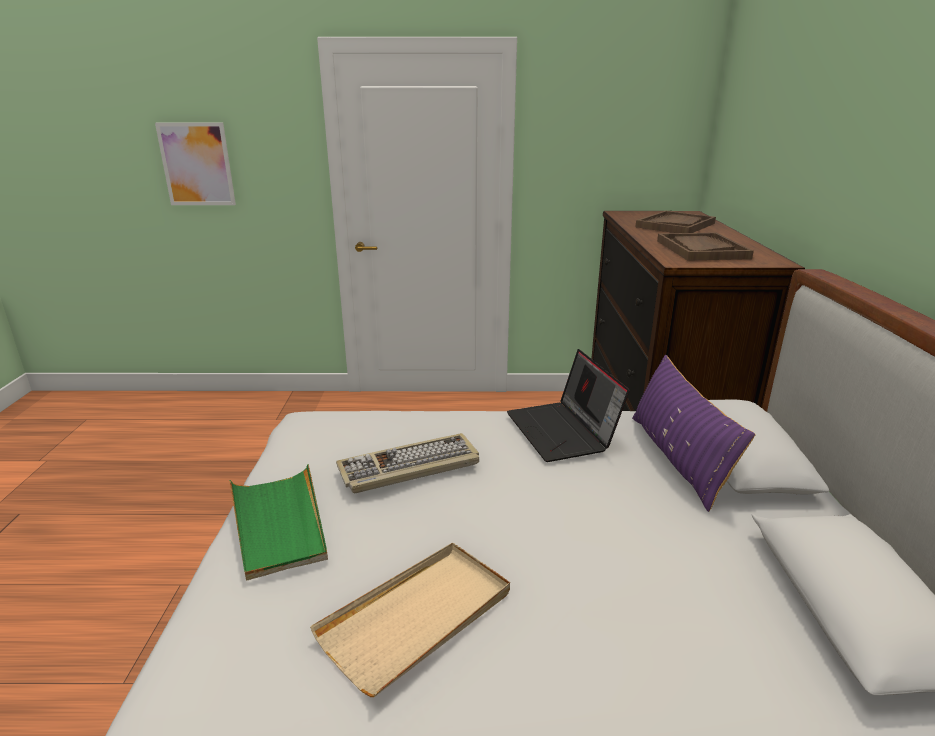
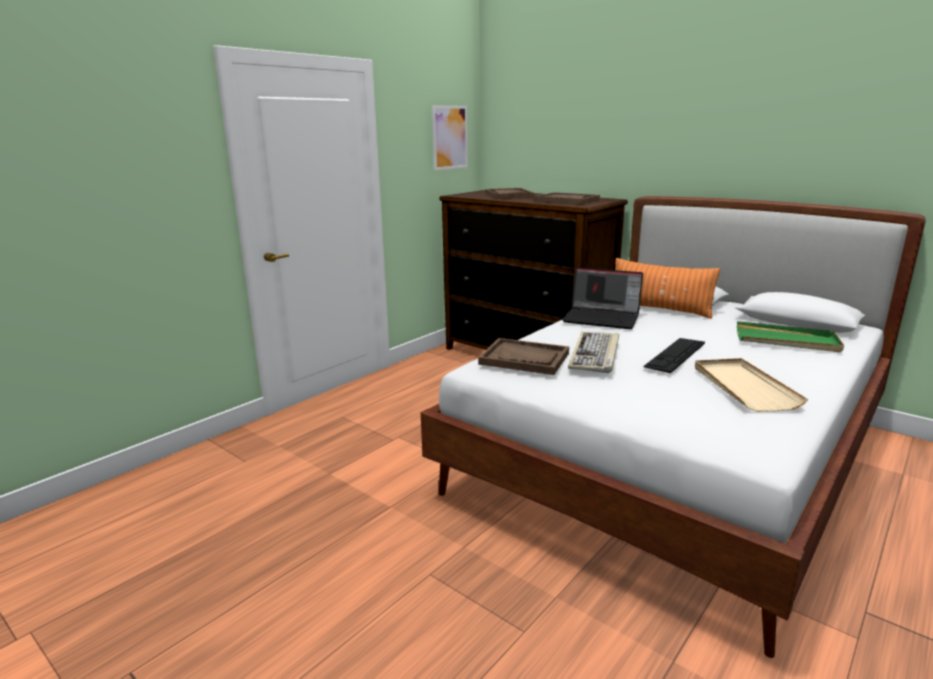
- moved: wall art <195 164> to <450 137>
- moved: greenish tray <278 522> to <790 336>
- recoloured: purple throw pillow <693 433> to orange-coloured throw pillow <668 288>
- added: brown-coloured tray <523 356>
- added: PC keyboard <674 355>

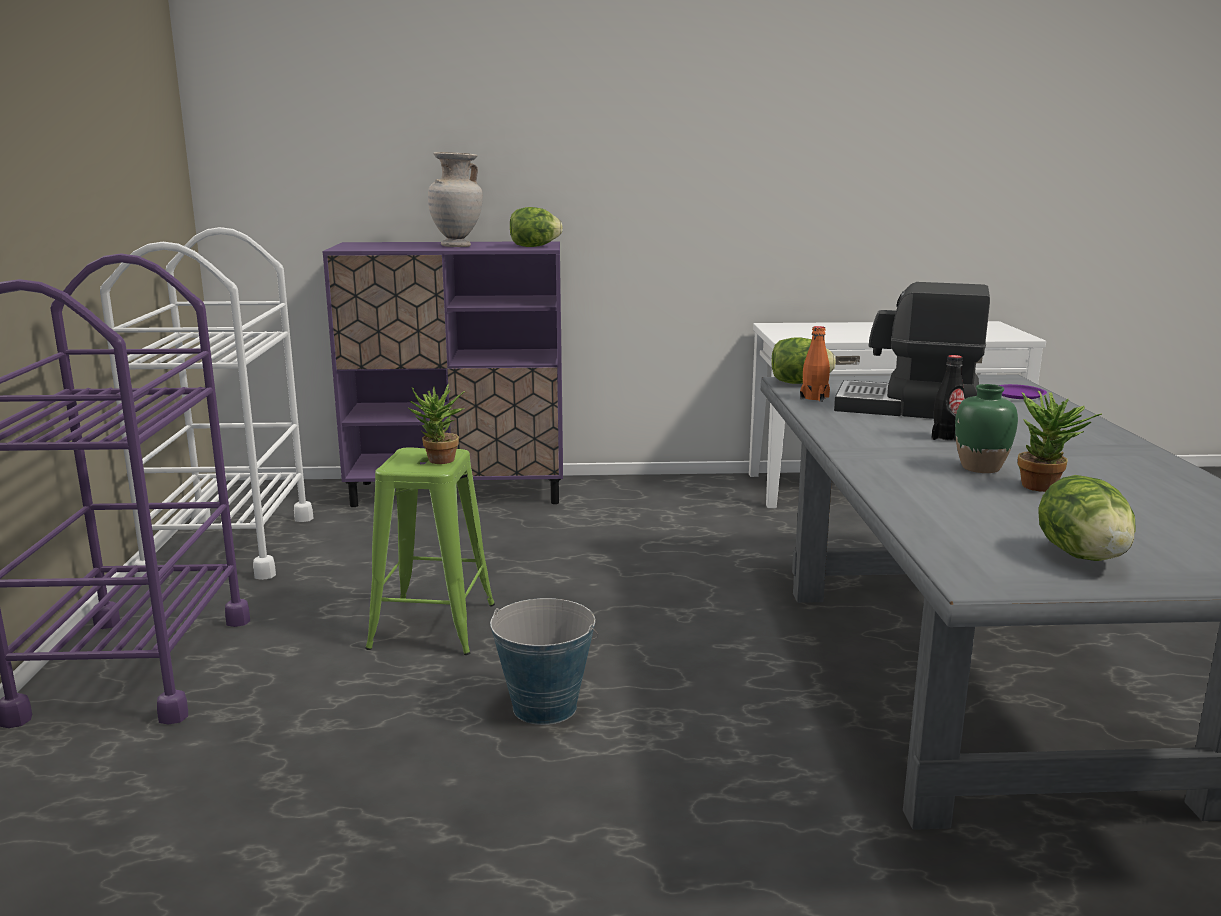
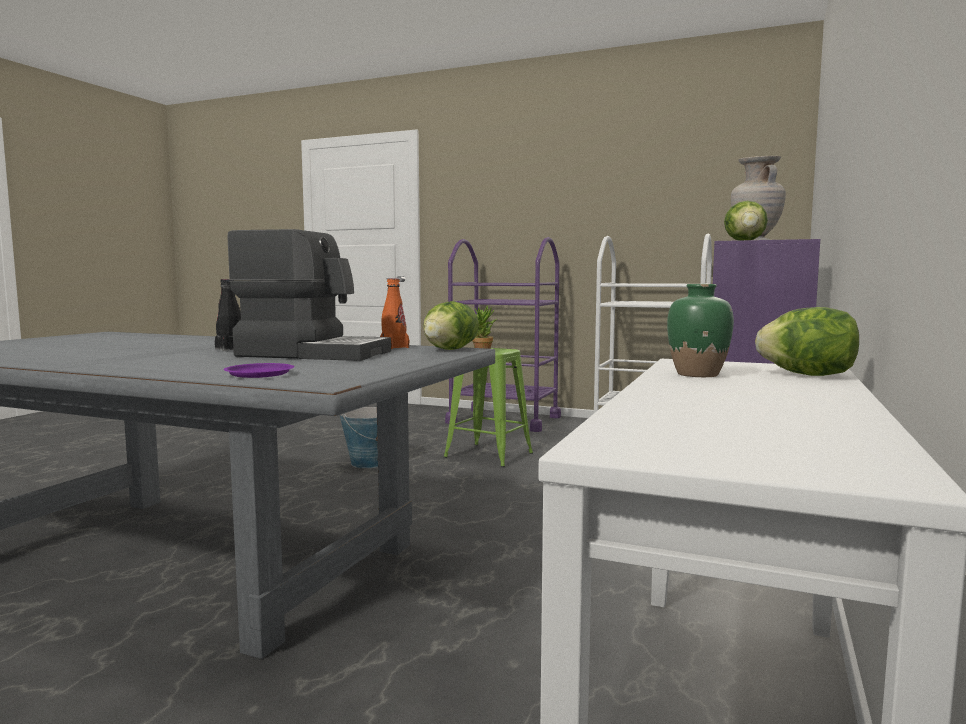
- turned: coffee brewer <912 350> = <309 295> 60 degrees clockwise
- moved: greenish vase <986 428> to <700 330>
- removed: plant in a pot <1060 441>
- moved: lettuce <1087 518> to <807 341>

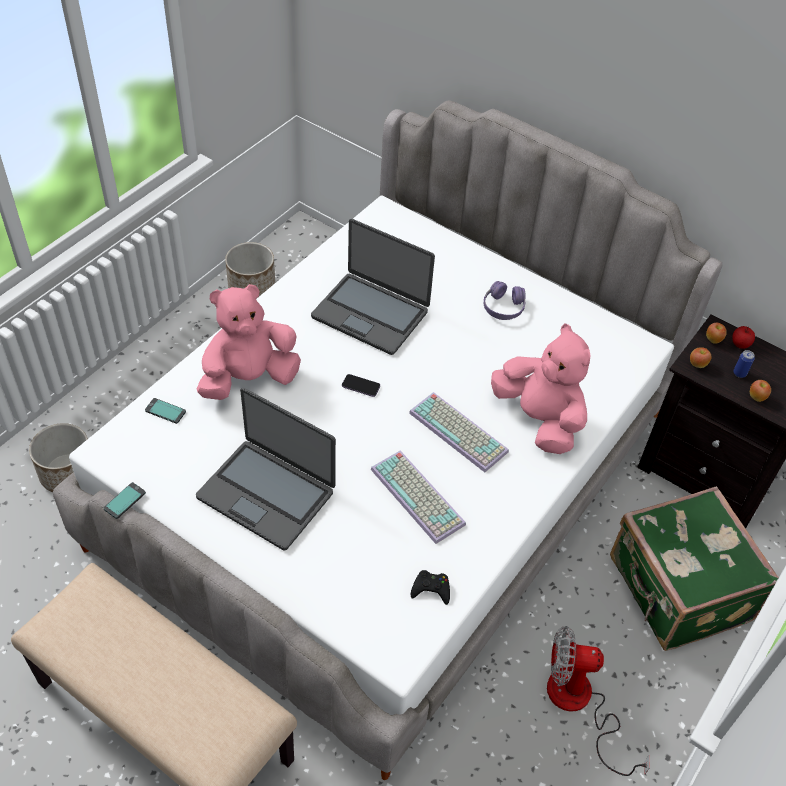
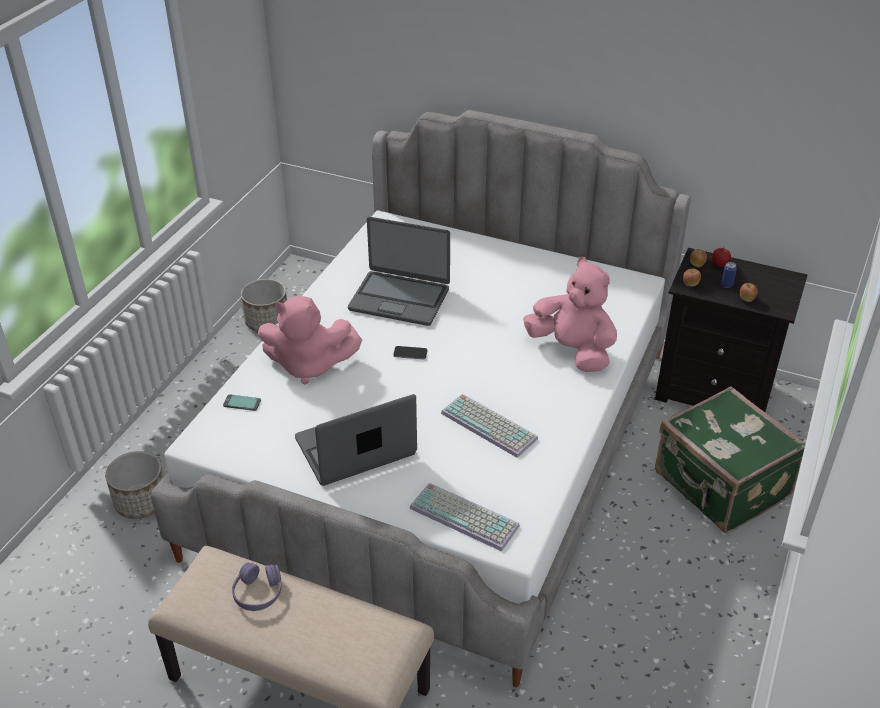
- removed: telephone <125 500>
- turned: laptop <266 469> = <356 440> 135 degrees clockwise
- turned: pinkish soft toy <249 342> = <310 340> 135 degrees counterclockwise
- moved: PC keyboard <459 432> to <465 517>
- removed: blackish joypad <430 587>
- moved: purple pair of headphones <505 300> to <256 586>
- removed: fan <598 701>

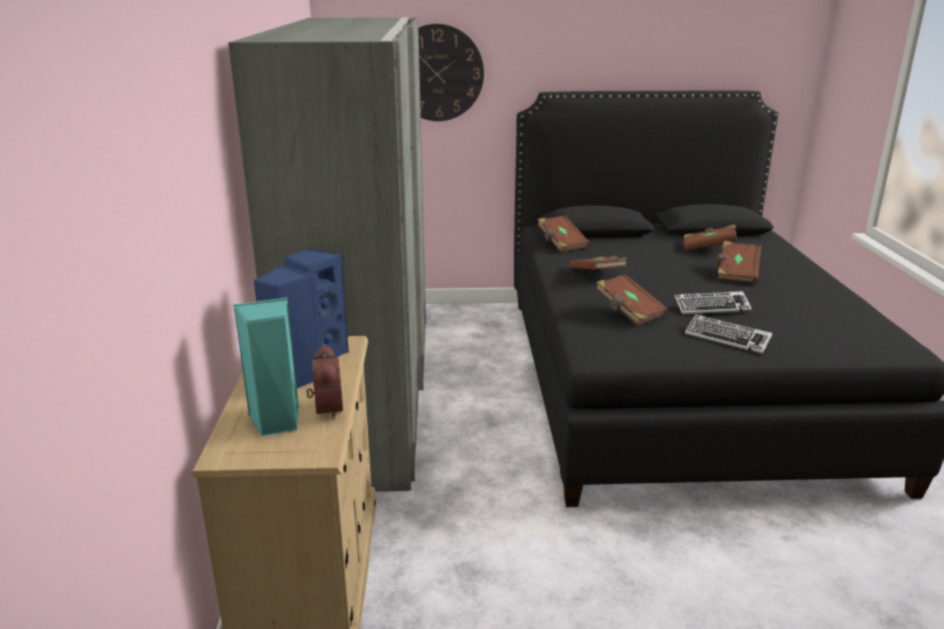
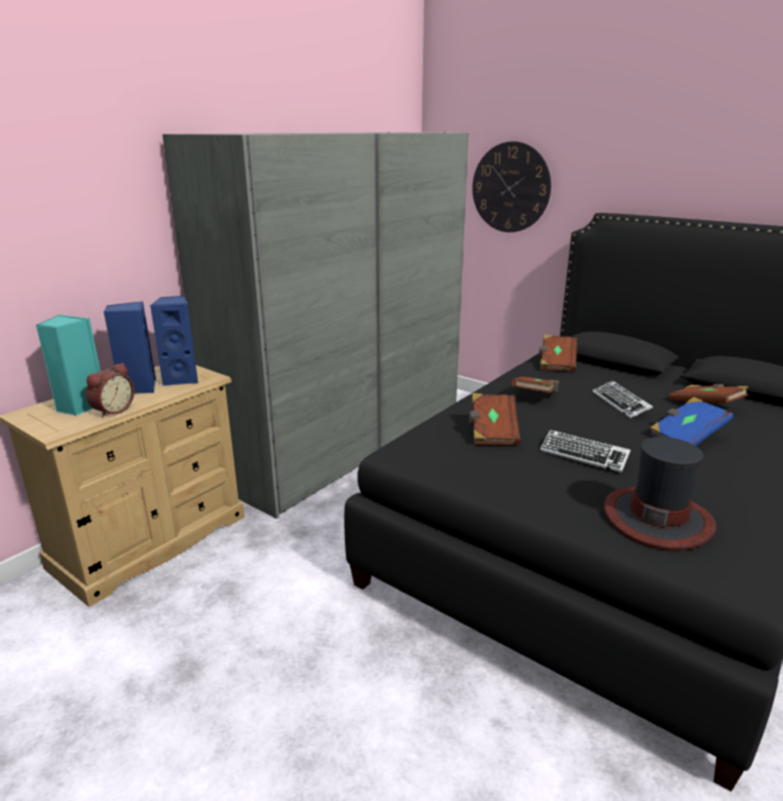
- moved: PC keyboard <728 334> to <622 399>
- recoloured: brown-coloured volume <739 262> to blue-coloured volume <691 421>
- added: hat <660 493>

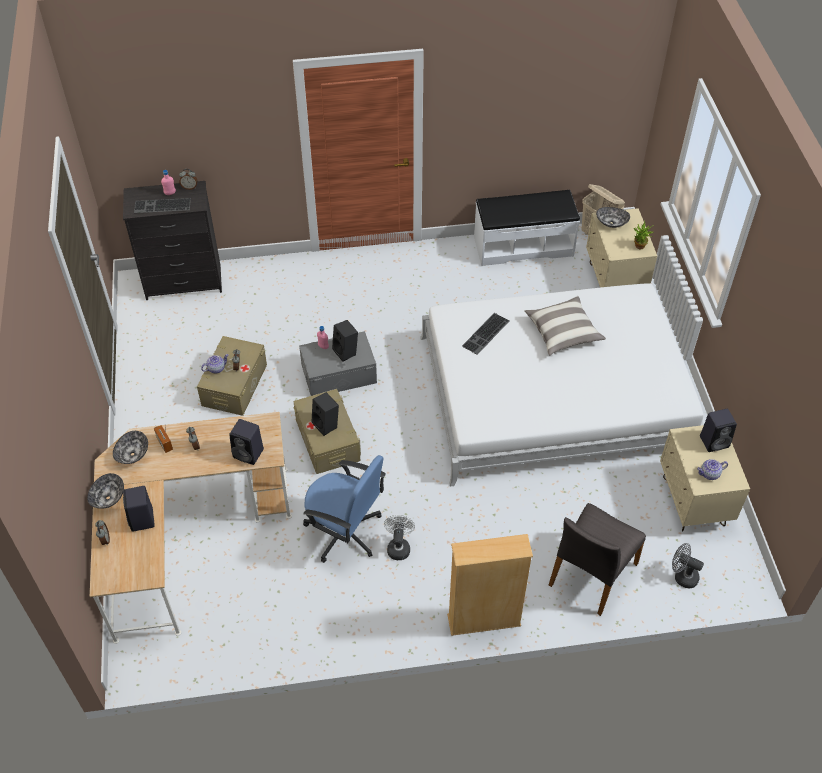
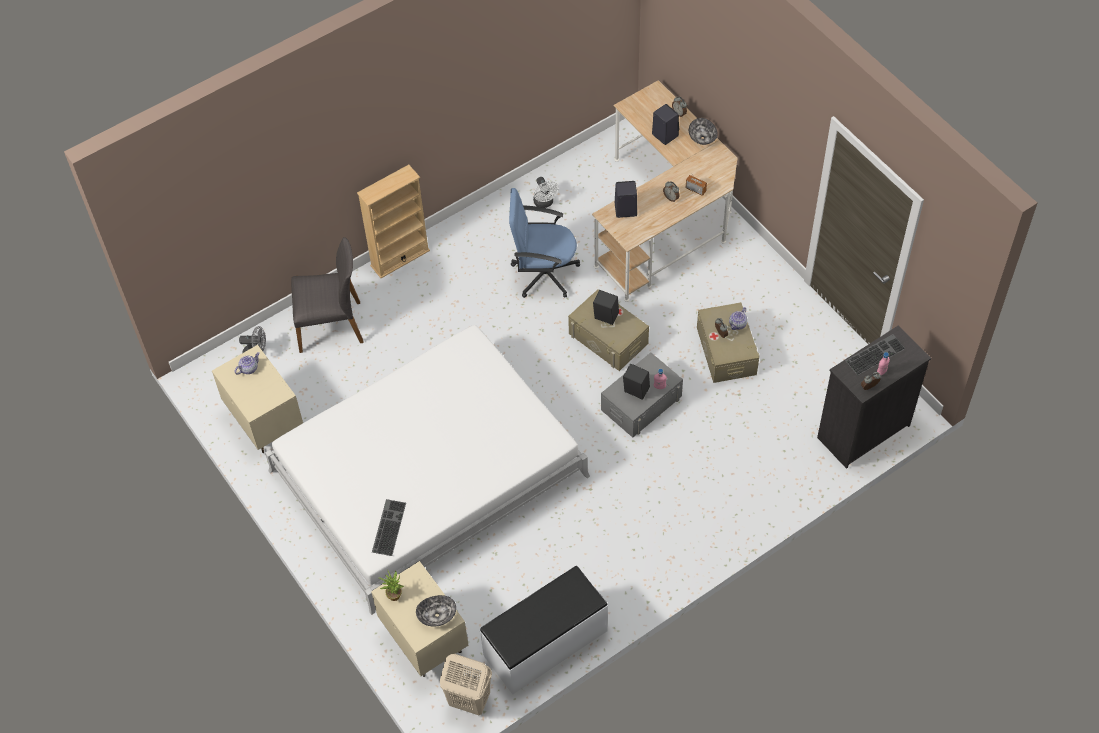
- removed: deep dish <130 447>
- moved: whitish fan <399 537> to <546 192>
- moved: PC keyboard <486 334> to <389 527>
- removed: throw pillow <565 325>
- turned: gray plain chair <597 559> = <327 295> 75 degrees clockwise
- removed: blackish audio speaker <718 430>

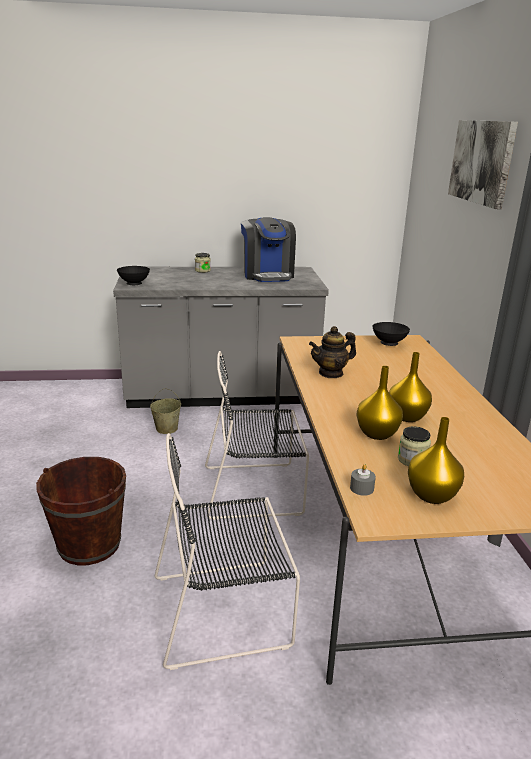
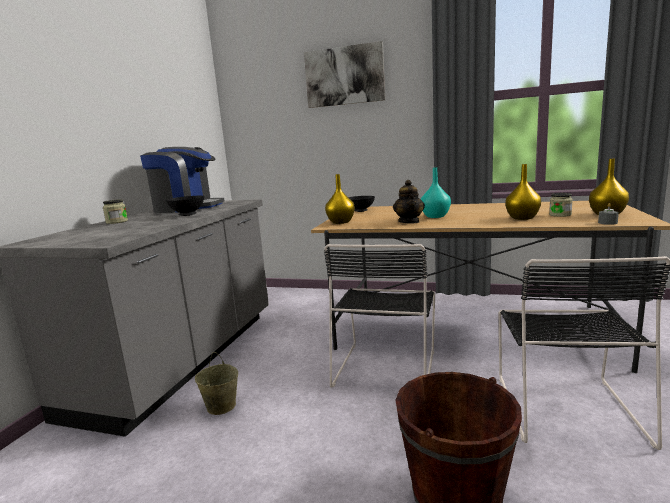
- moved: blackish deep dish <133 275> to <185 206>
- moved: yellow vase <410 387> to <340 199>
- added: turquoise vase <436 192>

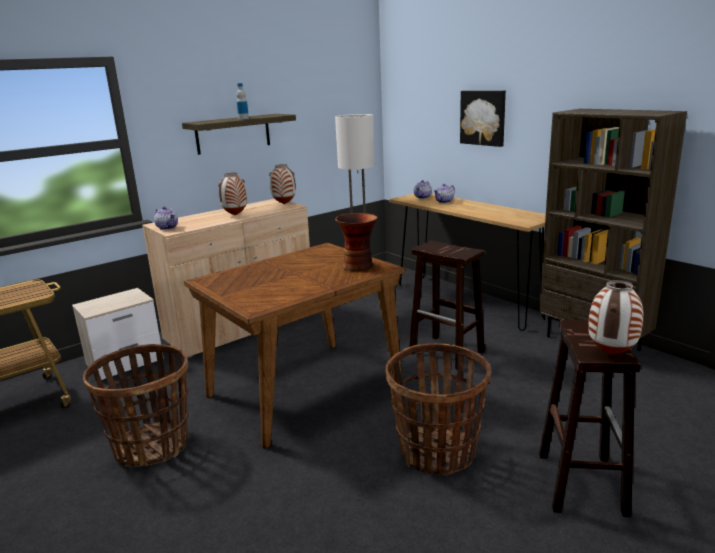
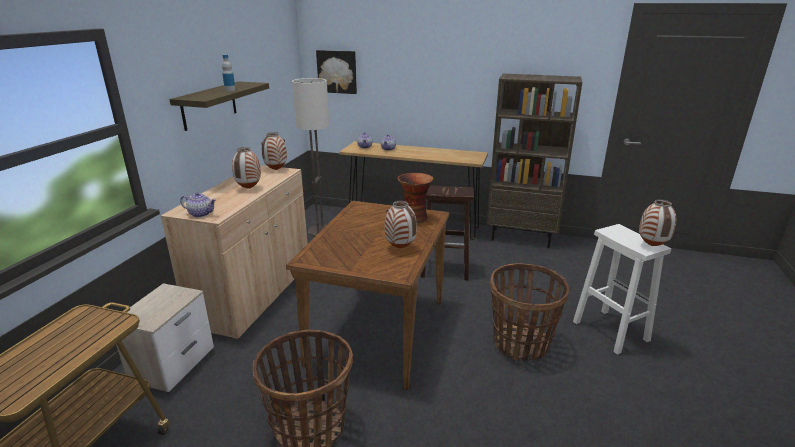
- moved: wall art <483 118> to <336 72>
- recoloured: brown-coloured stool <590 418> to whitish stool <622 289>
- added: vase <401 224>

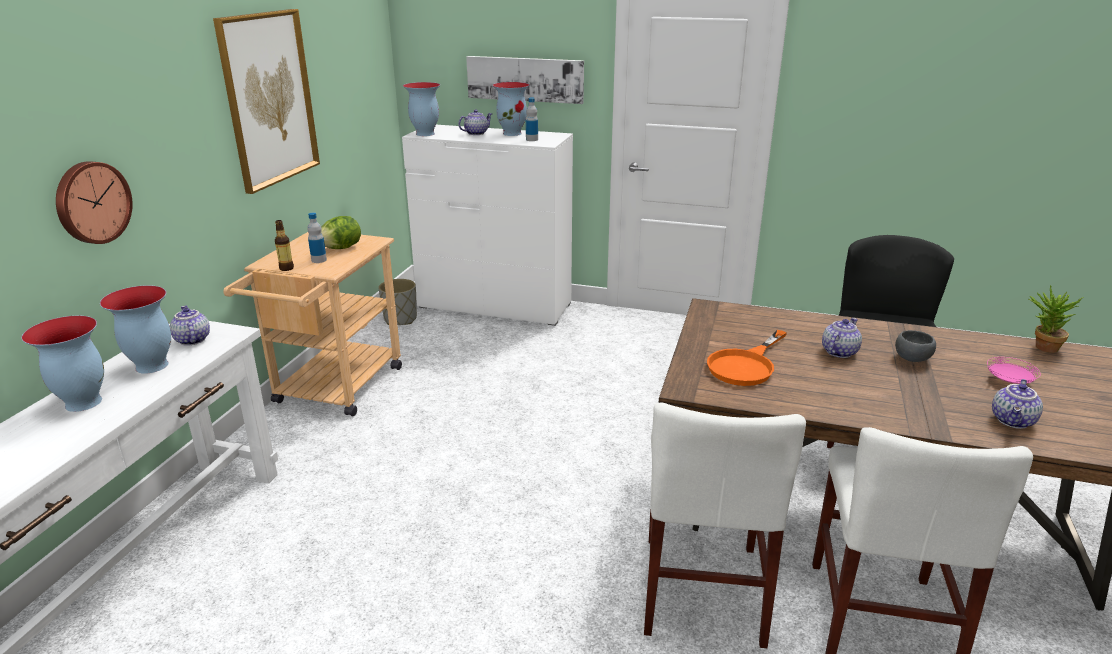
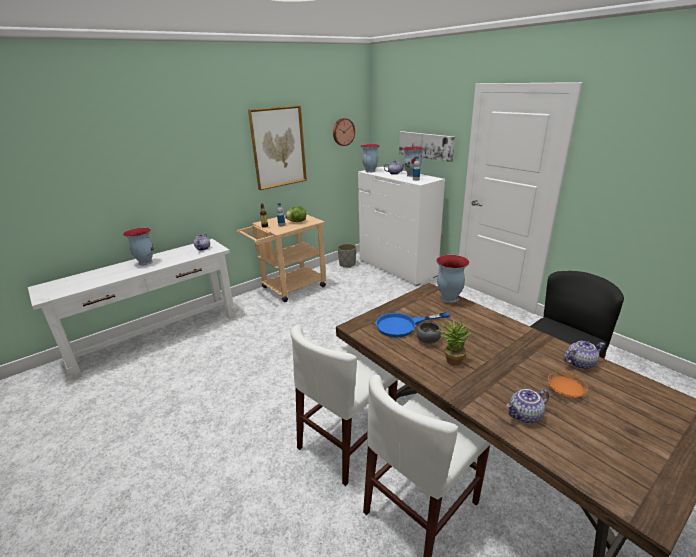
- moved: hanging clock <94 202> to <344 132>
- moved: vase <135 329> to <453 279>
- recoloured: orange-coloured frying pan <747 358> to blue-coloured frying pan <413 324>
- moved: teapot <842 338> to <583 355>
- moved: gray deep dish <915 346> to <428 333>
- recoloured: pinkish plate <1014 370> to orange-coloured plate <568 385>
- moved: plant in a pot <1056 319> to <453 341>

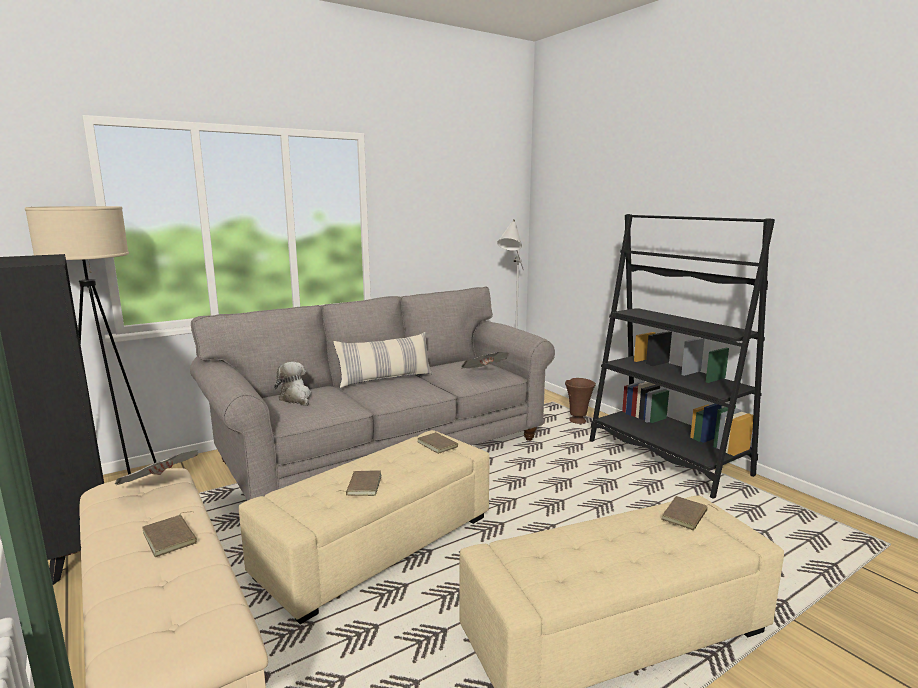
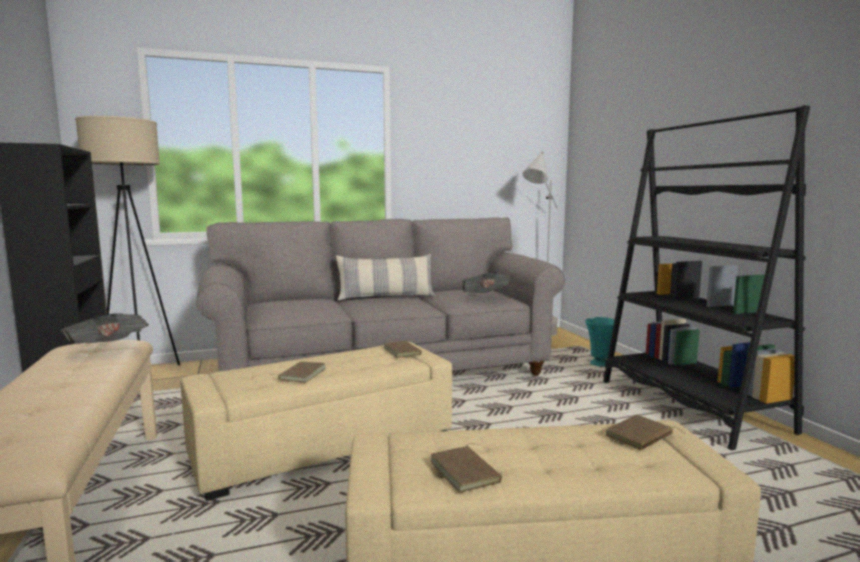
- moved: brown-coloured volume <169 534> to <466 468>
- removed: soft toy <293 384>
- recoloured: brown-coloured vase <580 401> to turquoise vase <600 341>

